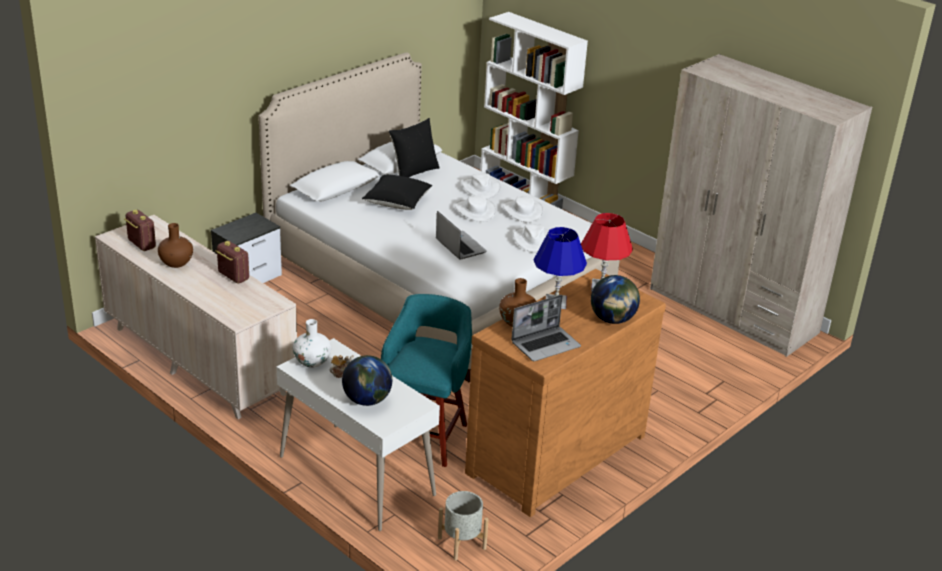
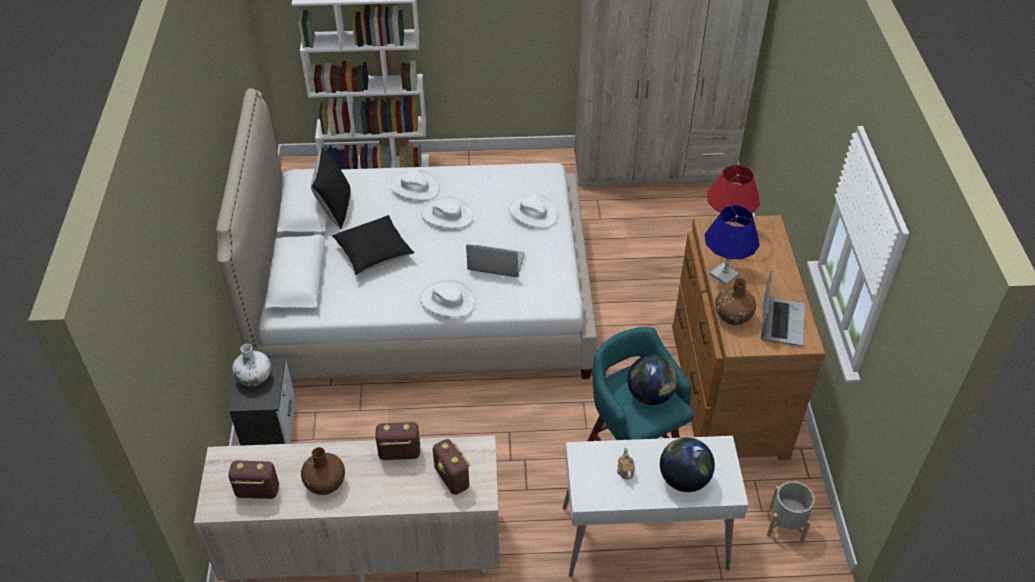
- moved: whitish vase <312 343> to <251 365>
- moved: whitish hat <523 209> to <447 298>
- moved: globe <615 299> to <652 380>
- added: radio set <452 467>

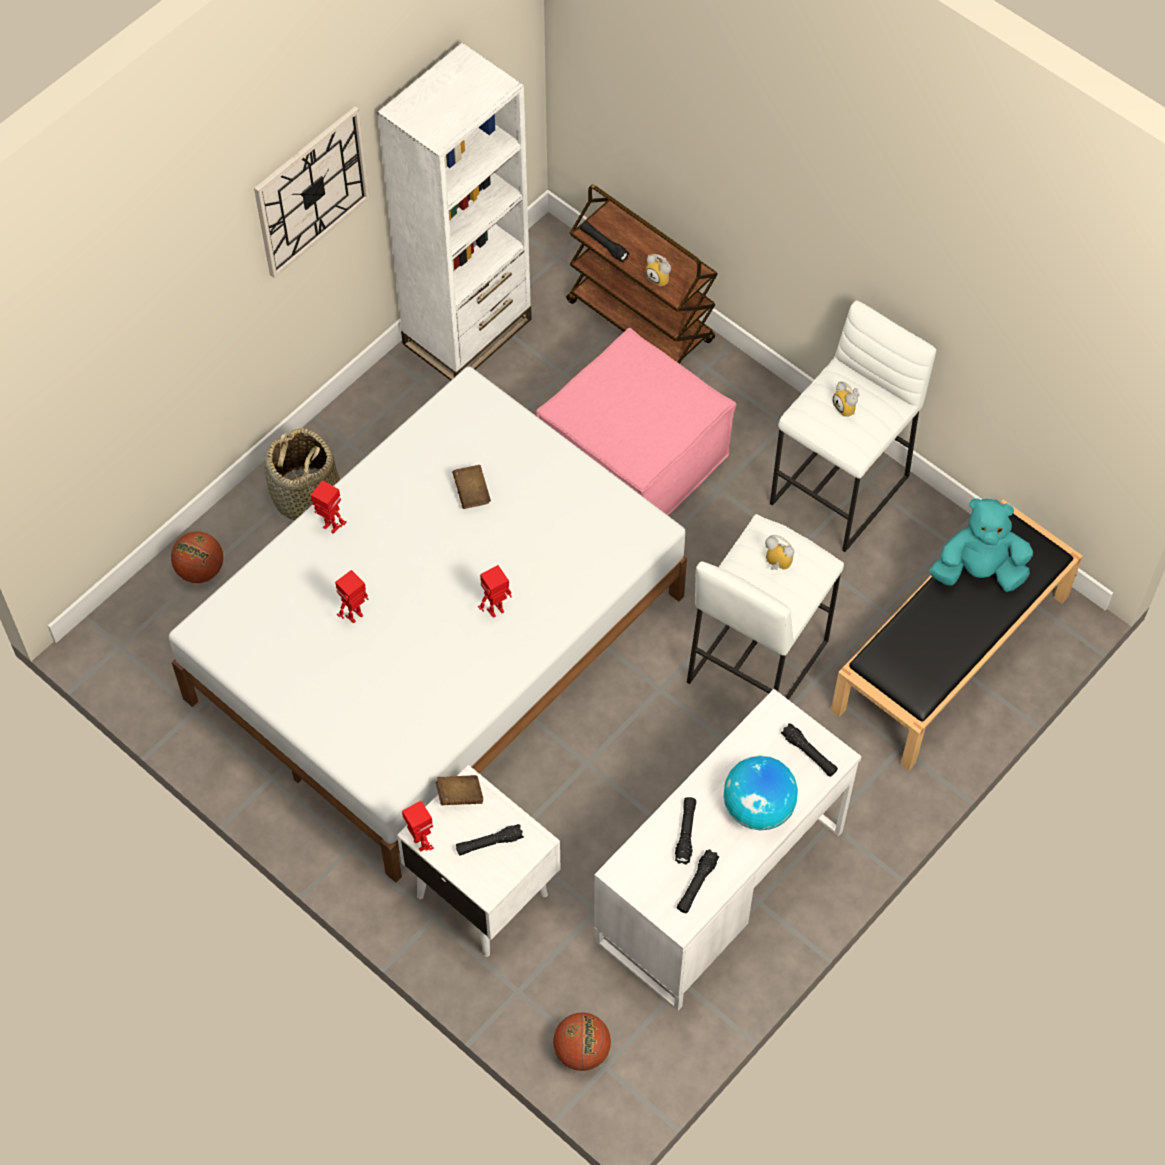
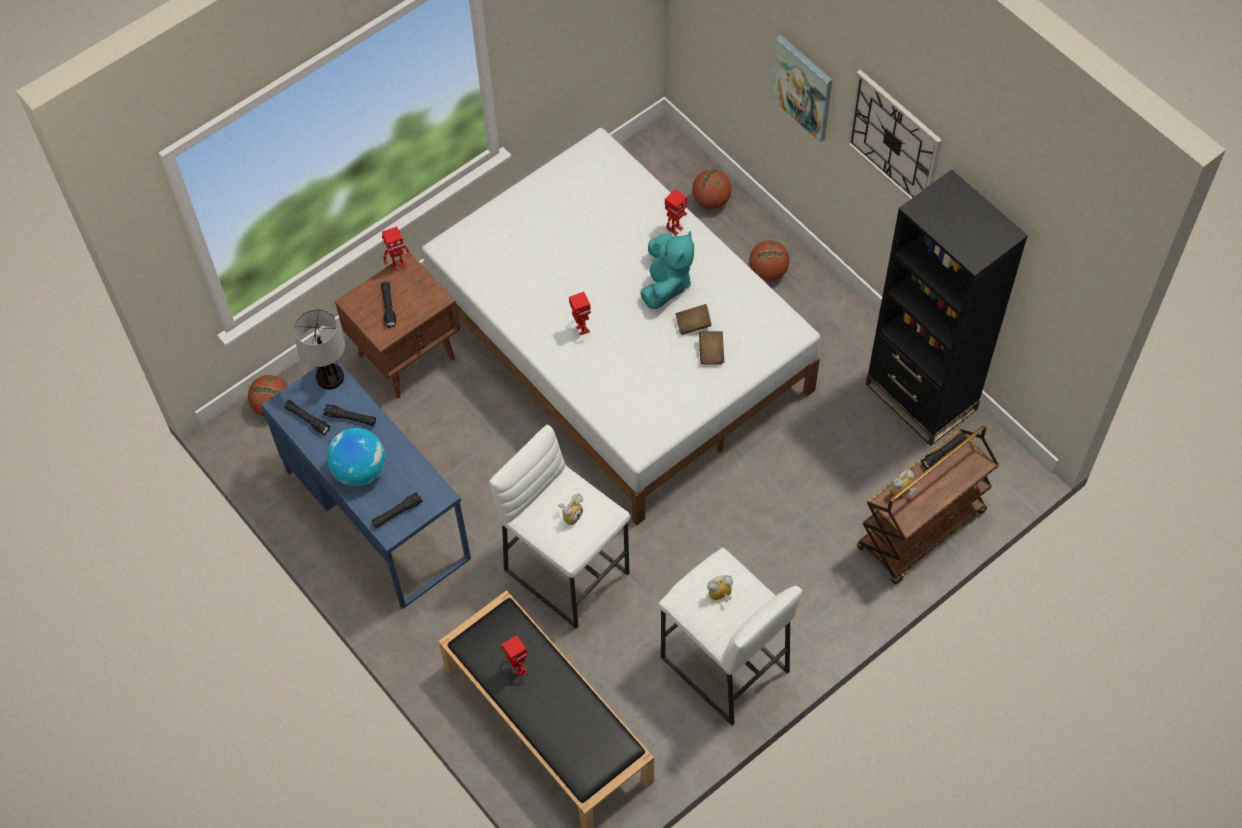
- replaced: basket <302 474> to basketball ball <769 260>
- moved: model robot <352 596> to <515 655>
- recoloured: whitish bookcase <454 212> to blackish bookcase <947 307>
- recoloured: whitish night table <479 861> to brown-coloured night table <397 325>
- moved: brown-coloured volume <459 790> to <712 347>
- removed: pinkish ottoman <636 421>
- recoloured: whitish desk table <728 850> to blue-coloured desk table <366 484>
- moved: turquoise soft toy <981 545> to <667 270>
- added: lamp for a table <319 349>
- added: wall art <801 88>

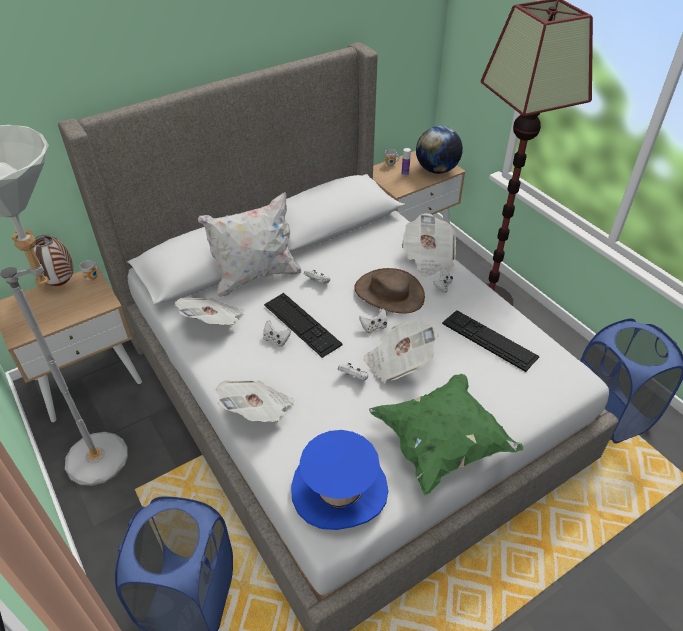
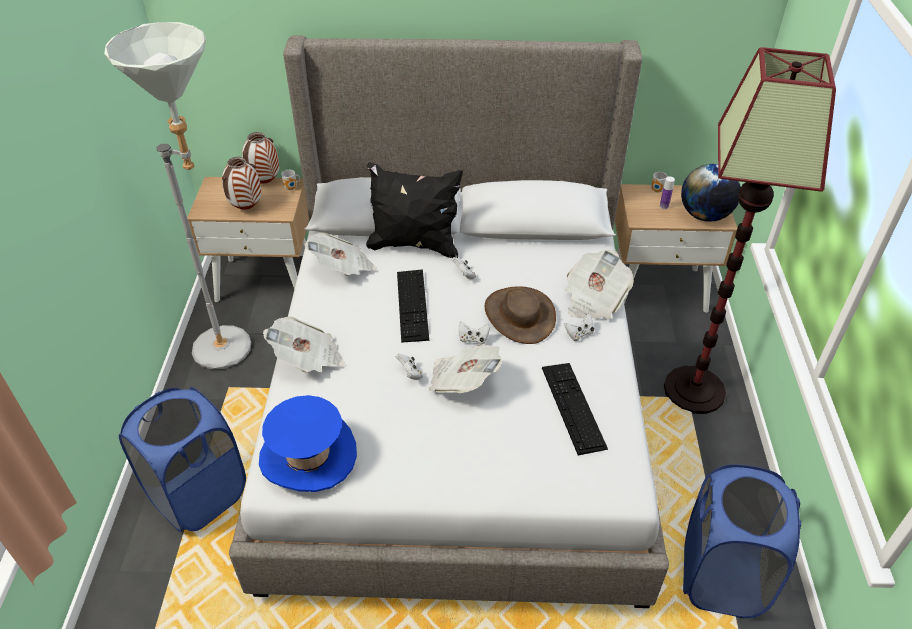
- recoloured: whitish throw pillow <249 244> to blackish throw pillow <414 210>
- removed: whitish joypad <277 333>
- removed: greenish throw pillow <446 435>
- added: vase <241 183>

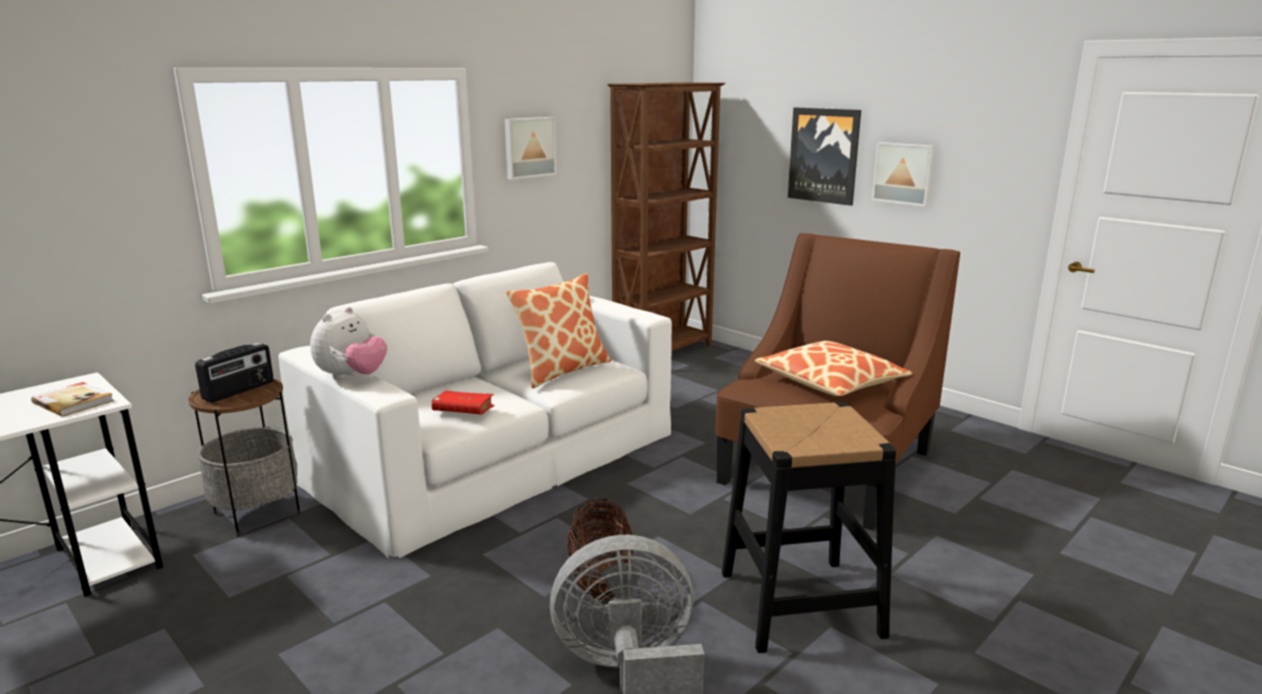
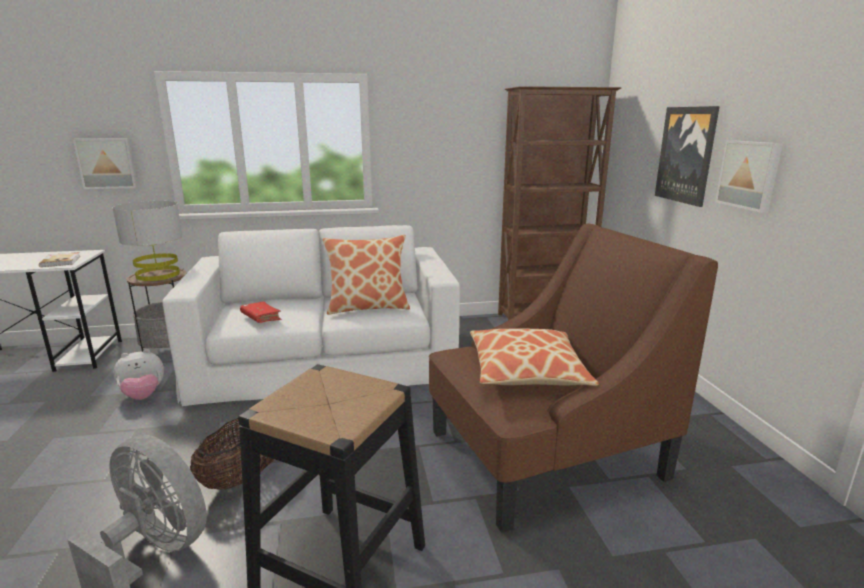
- replaced: radio set <234 373> to gray lamp for a table <147 241>
- moved: soft toy <348 343> to <138 374>
- moved: wall art <531 148> to <105 163>

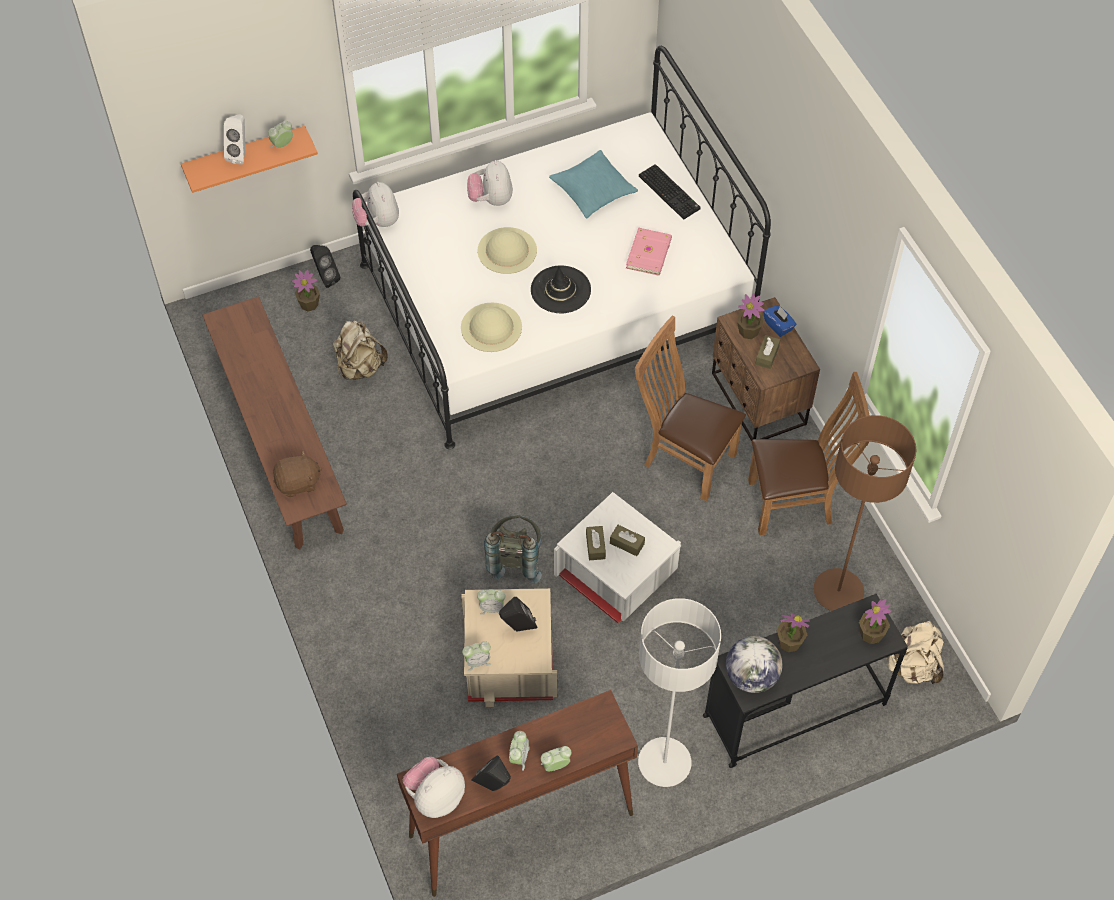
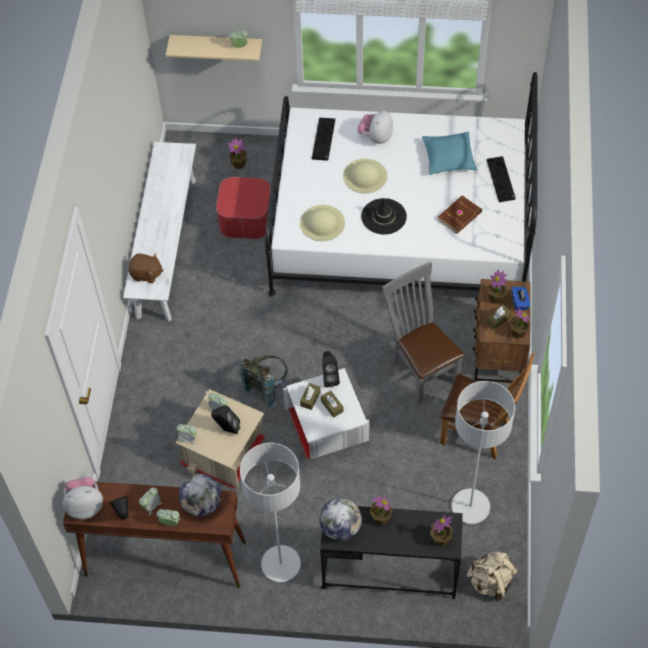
- recoloured: orange-coloured wall shelf <249 159> to sand-coloured wall shelf <214 48>
- recoloured: brown-coloured long seat <274 422> to whitish long seat <159 231>
- removed: whitish audio speaker <234 140>
- moved: blackish audio speaker <325 266> to <331 369>
- replaced: sand-coloured knapsack <360 350> to ottoman <243 208>
- removed: soft toy <375 204>
- recoloured: pinkish volume <649 251> to brown-coloured volume <460 214>
- recoloured: brown-coloured plain chair <690 408> to gray plain chair <423 333>
- recoloured: brown-coloured standard lamp <865 513> to gray standard lamp <483 452>
- added: globe <200 495>
- added: PC keyboard <323 139>
- added: plant in a pot <520 323>

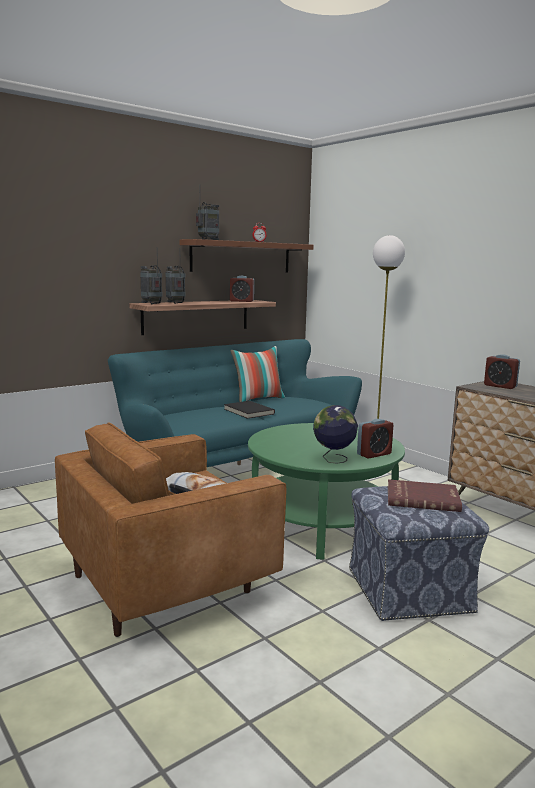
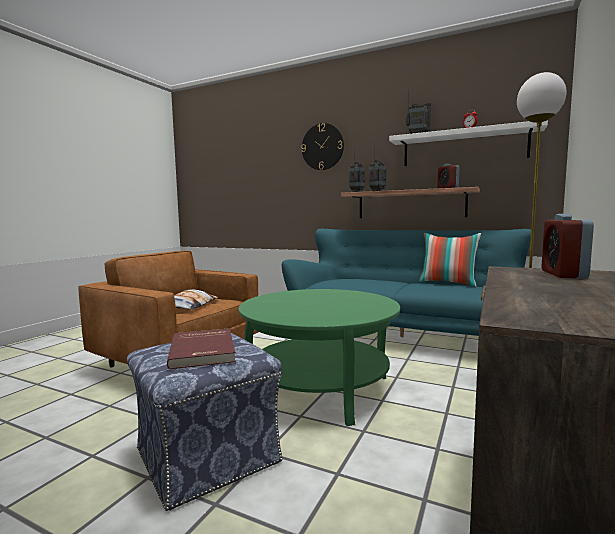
- recoloured: brown-coloured wall shelf <246 255> to whitish wall shelf <468 143>
- removed: blackish volume <249 410>
- removed: globe <335 434>
- removed: bedside clock <375 439>
- added: hanging clock <322 146>

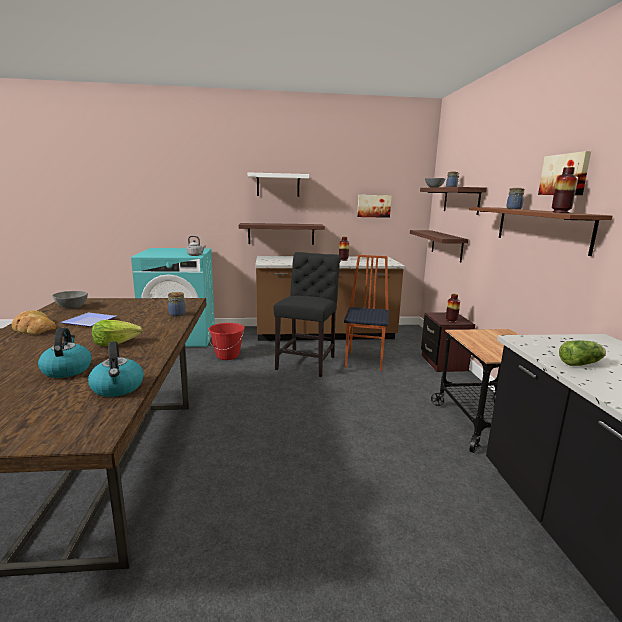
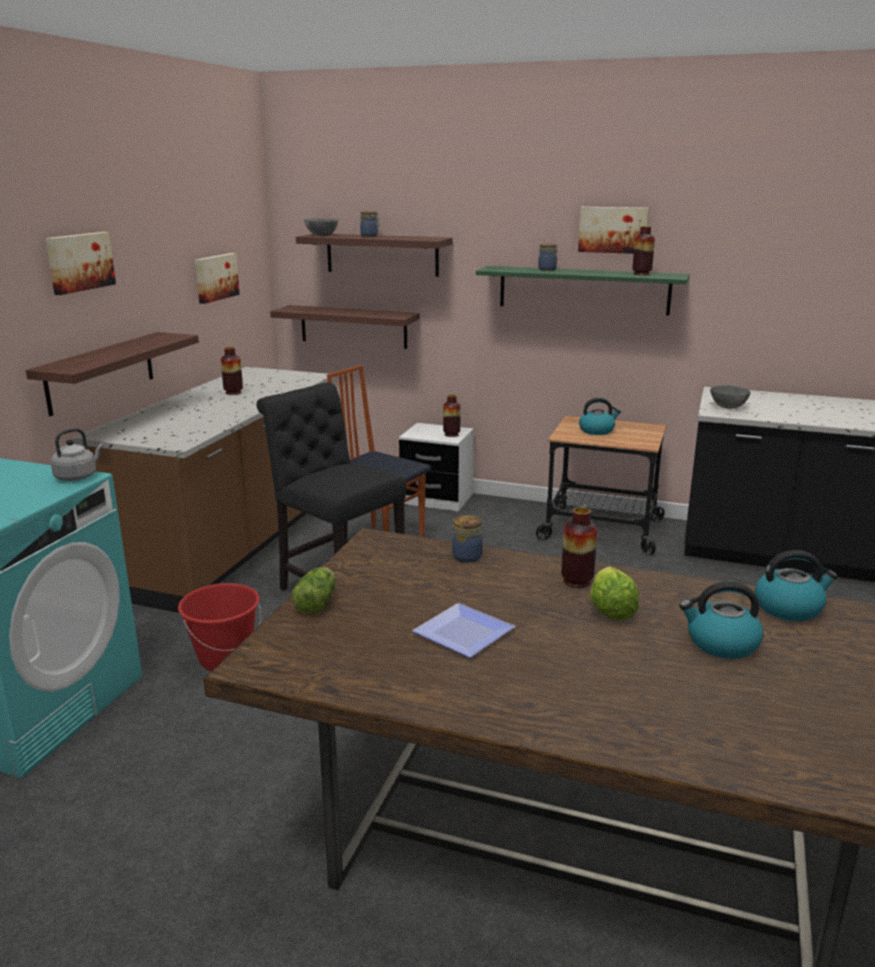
- removed: bread <34 322>
- moved: gray deep dish <70 300> to <730 397>
- replaced: whitish wall shelf <278 184> to wall art <80 263>
- recoloured: brown-coloured night table <448 342> to whitish night table <436 467>
- recoloured: brown-coloured wall shelf <541 231> to greenish wall shelf <583 291>
- moved: lettuce <582 353> to <313 590>
- added: vase <579 547>
- added: kettle <600 416>

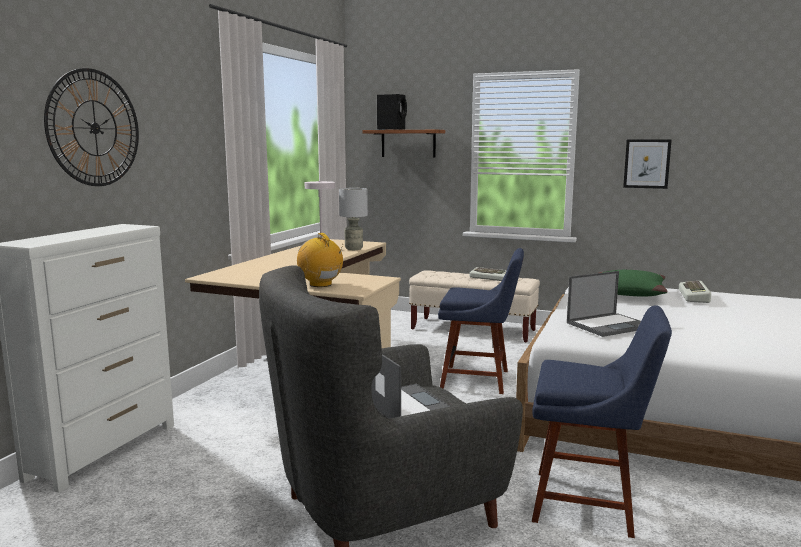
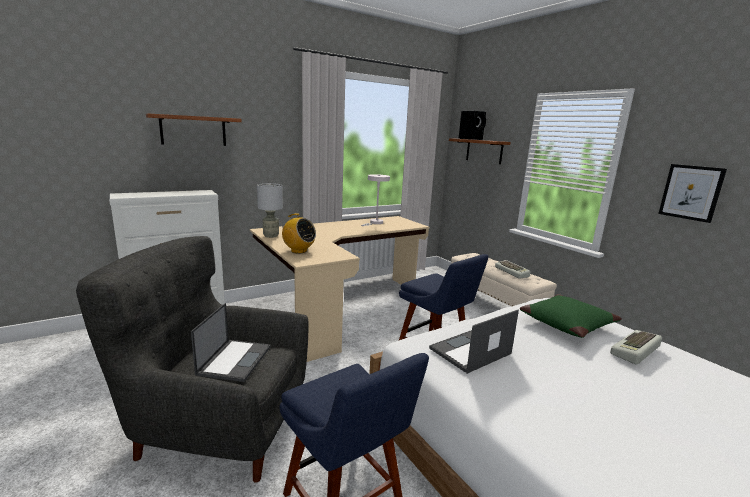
- replaced: hanging clock <91 127> to wall shelf <194 130>
- turned: radio set <320 260> = <298 233> 120 degrees clockwise
- moved: gray lamp for a table <353 219> to <270 210>
- turned: laptop <604 304> = <474 342> 135 degrees clockwise

